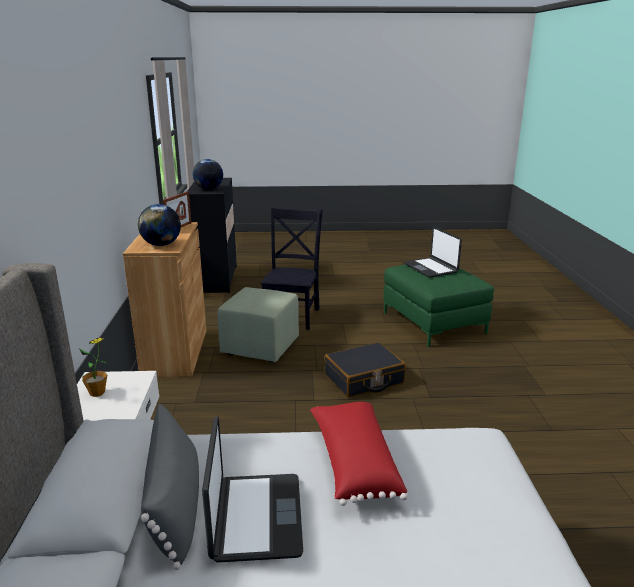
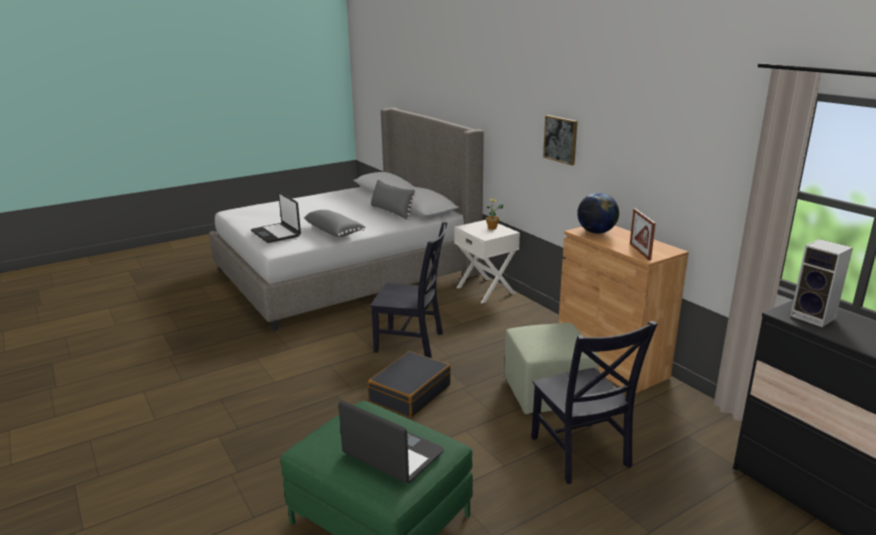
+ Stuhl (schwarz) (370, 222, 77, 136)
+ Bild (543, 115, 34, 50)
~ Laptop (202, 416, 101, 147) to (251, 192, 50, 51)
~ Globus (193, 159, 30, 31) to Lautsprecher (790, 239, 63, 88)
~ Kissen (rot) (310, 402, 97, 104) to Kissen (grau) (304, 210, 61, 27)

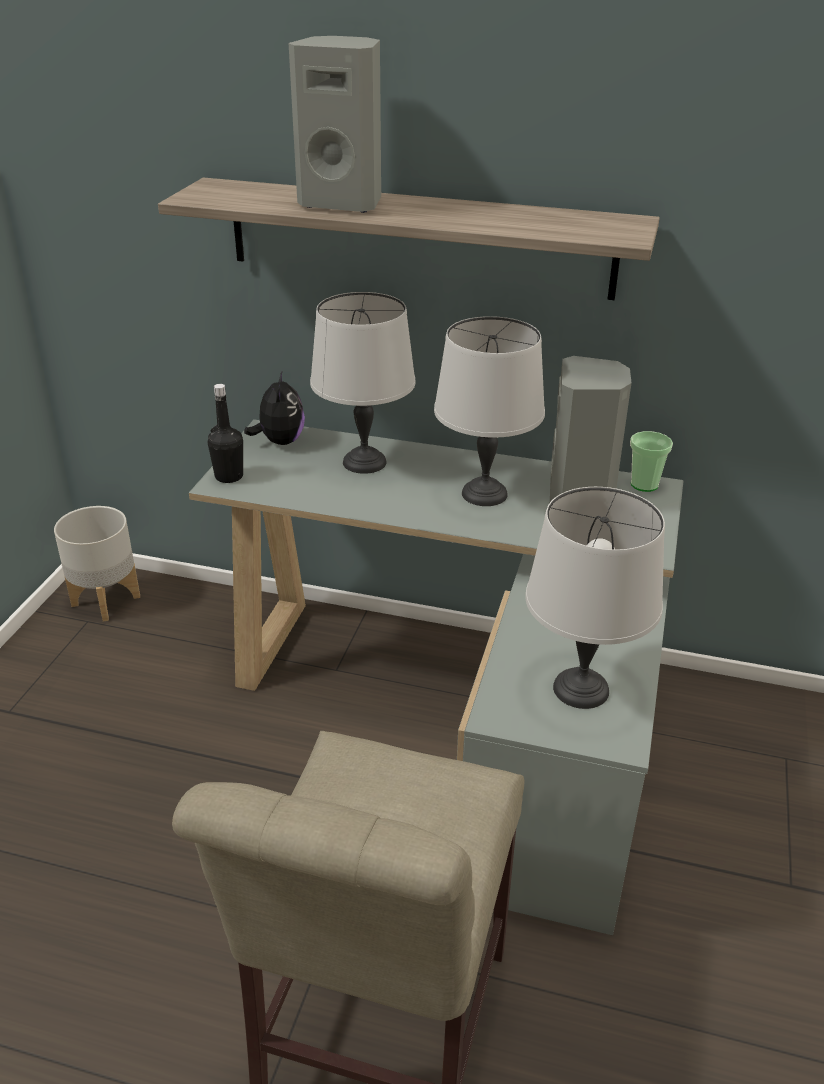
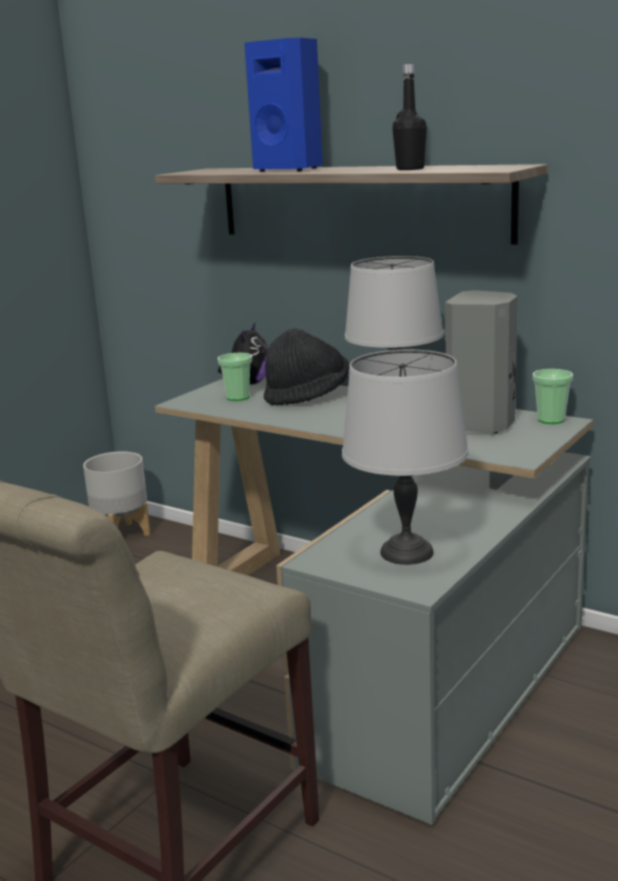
+ Tasse (218, 353, 34, 48)
~ Flasche (schwarz) (208, 384, 35, 99) to (392, 64, 35, 106)
~ Tischlampe (grau) (310, 292, 106, 182) to Hut (schwarz) (264, 328, 85, 78)
~ Lautsprecher (grau) (289, 36, 92, 177) to Lautsprecher (blau) (244, 38, 79, 134)

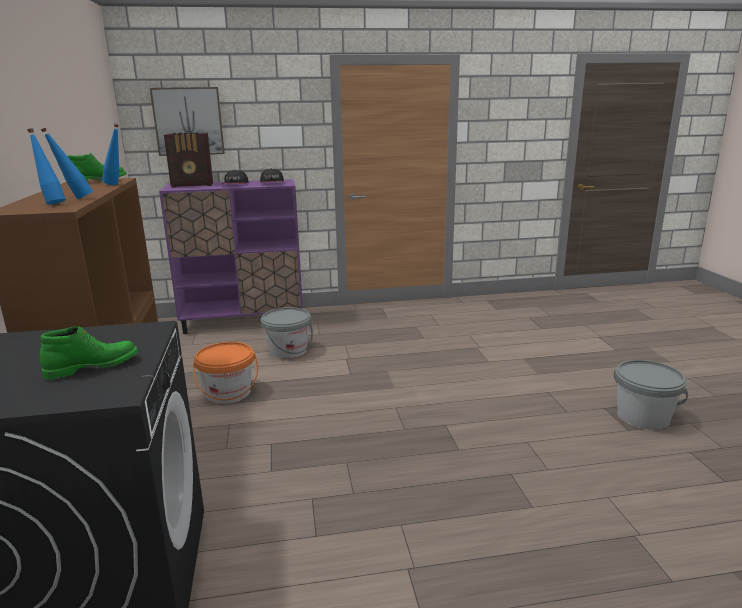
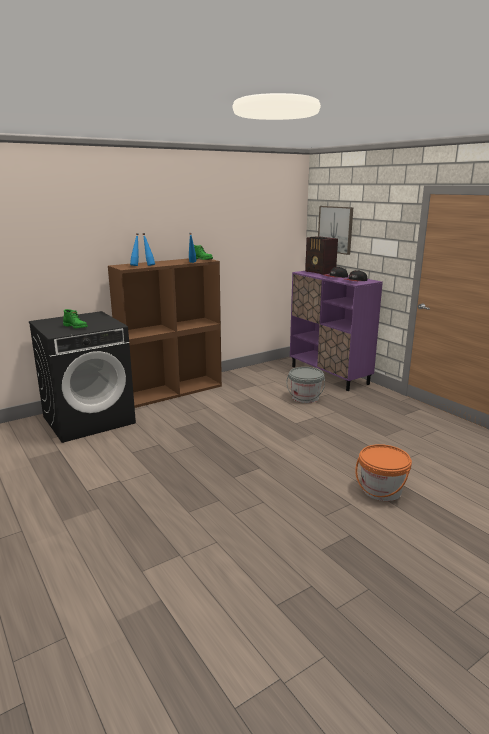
- Eimer (grau) (614, 360, 74, 70)
~ Eimer (orange) (193, 342, 65, 62) to (355, 444, 57, 57)

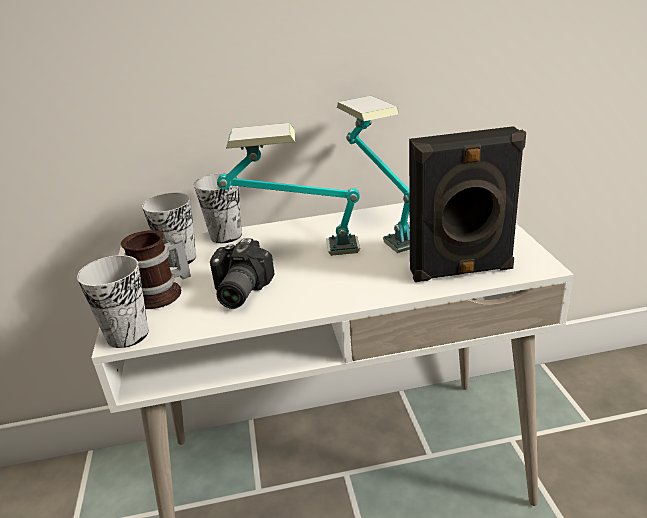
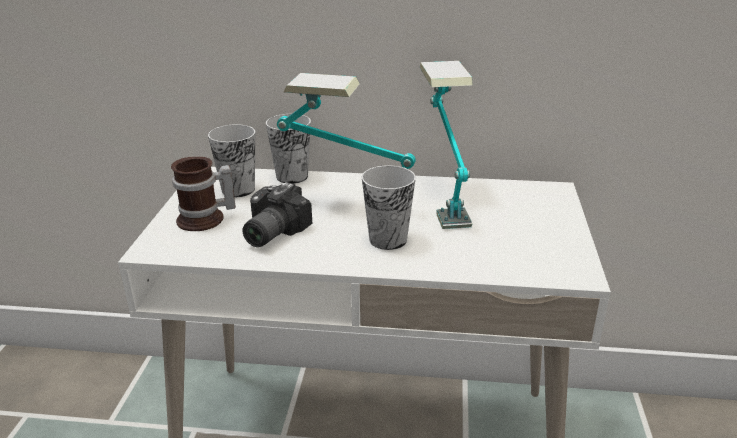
- Lautsprecher (schwarz) (409, 126, 117, 156)
~ Tasse (77, 255, 72, 93) to (362, 165, 54, 85)

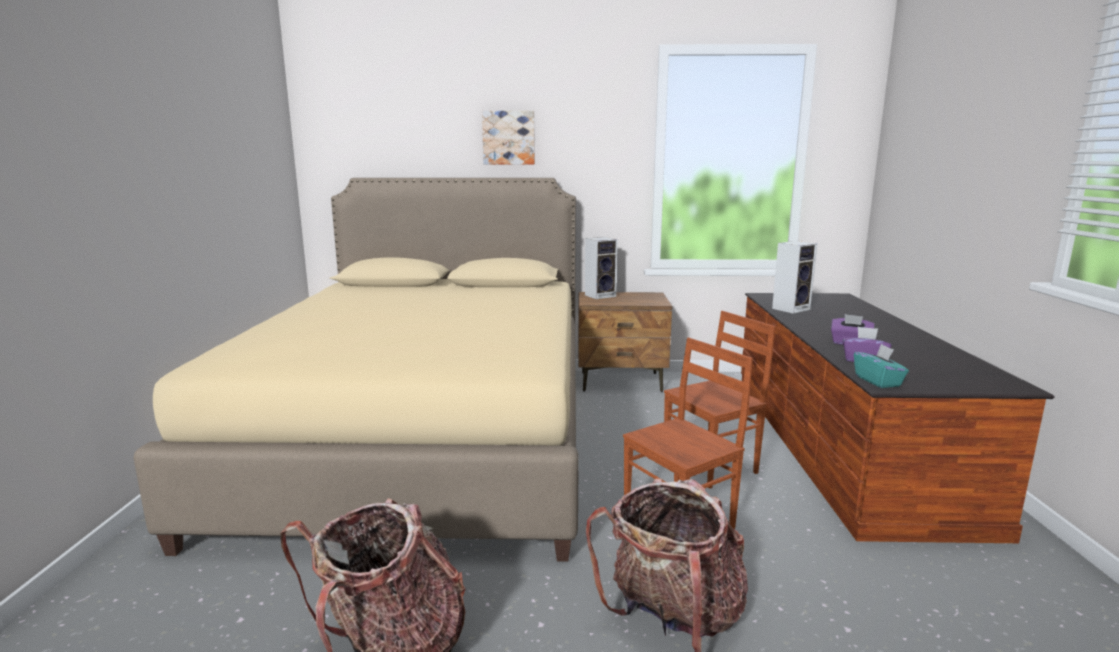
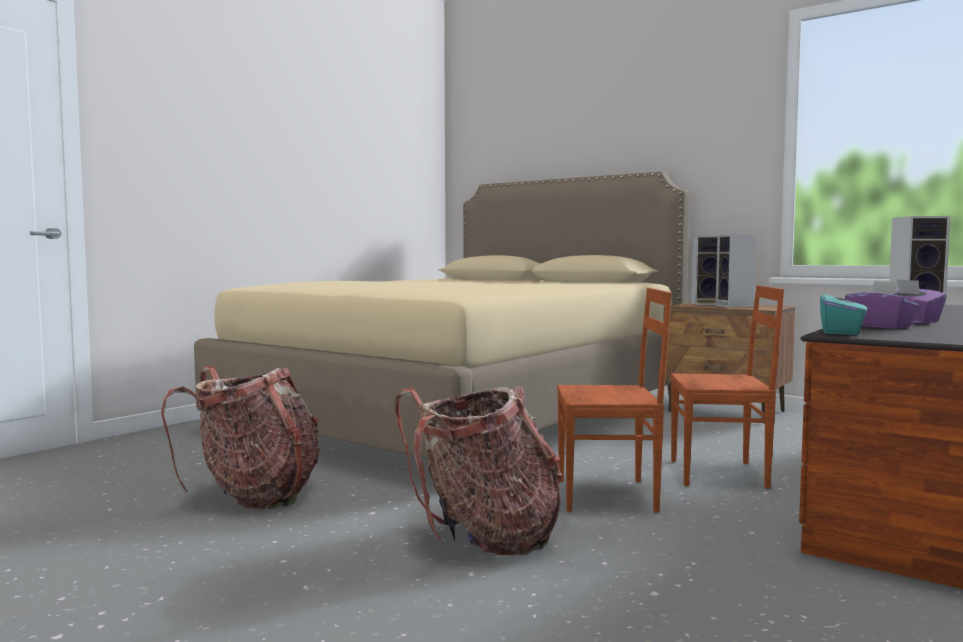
- Bild (482, 111, 53, 54)
+ Lautsprecher (716, 235, 40, 73)

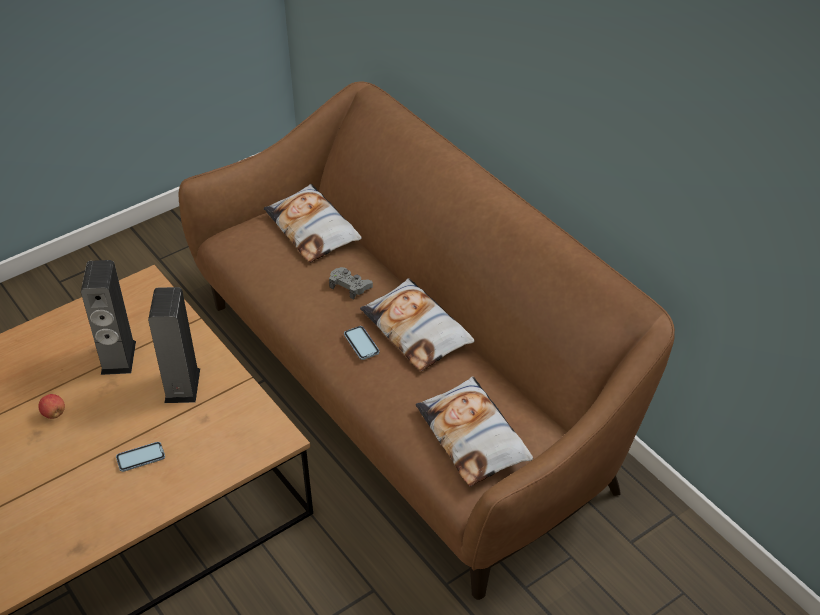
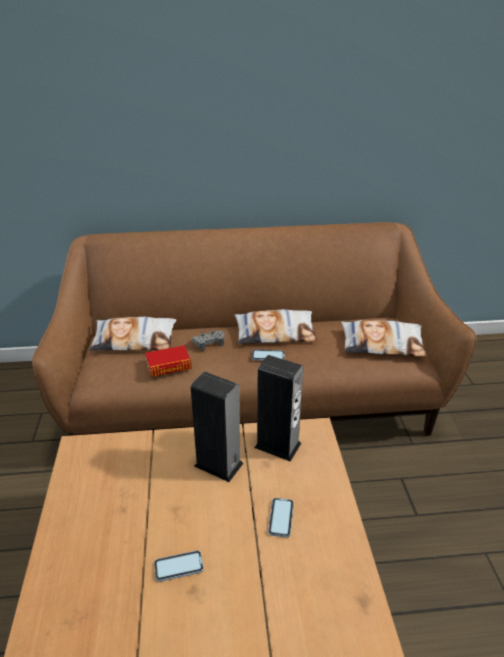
+ Buch (145, 345, 46, 32)
~ Lautsprecher (81, 260, 55, 115) to (254, 355, 49, 107)
~ Apfel (38, 394, 27, 25) to Handy (154, 550, 50, 32)

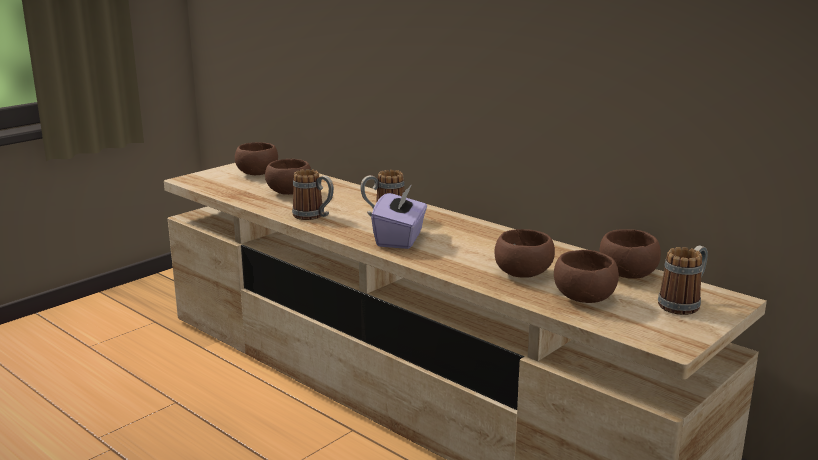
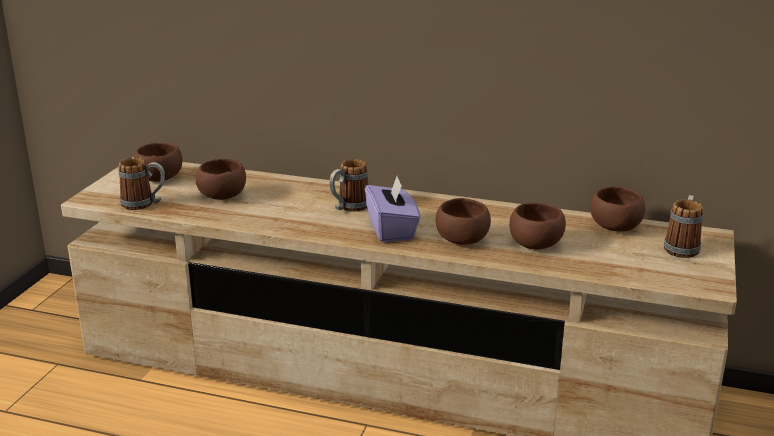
~ Henkelbecher (292, 169, 42, 51) to (119, 157, 46, 53)
~ Schüssel (braun) (554, 250, 65, 53) to (436, 198, 55, 47)

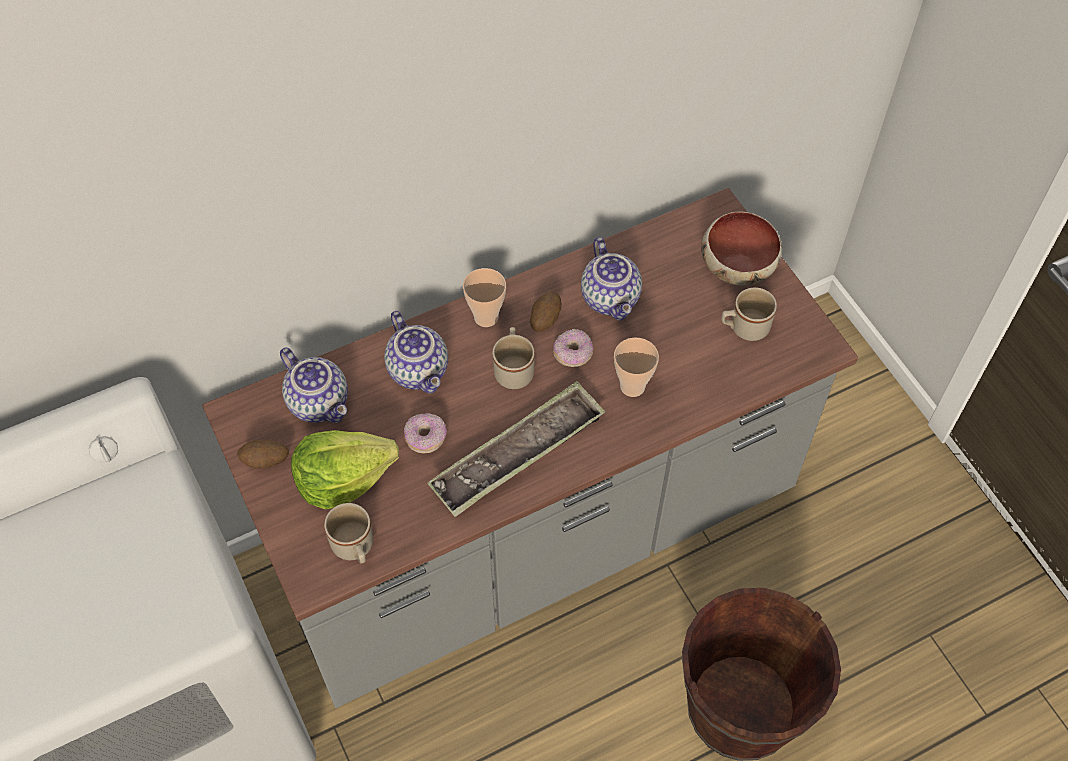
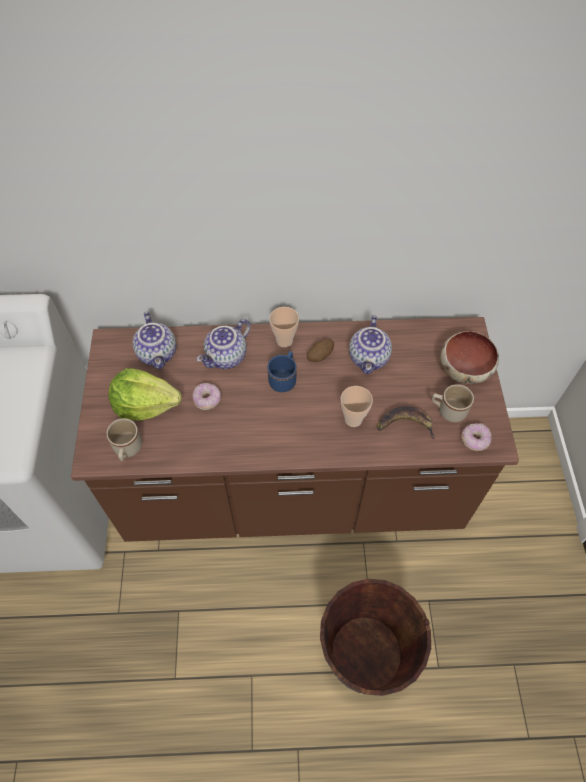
- Kartoffel (237, 440, 52, 29)
- Tablett (427, 381, 178, 136)
+ Banane (377, 406, 57, 33)
~ Donut (553, 329, 40, 38) to (461, 423, 31, 28)
~ Küchenzeile (grau) (202, 188, 656, 520) to Küchenzeile (braun) (71, 317, 448, 225)
~ Henkelbecher (beige) (492, 327, 43, 62) to Henkelbecher (blau) (267, 351, 30, 41)
~ Teekanne (384, 311, 64, 83) = (196, 319, 55, 50) 45 degrees clockwise

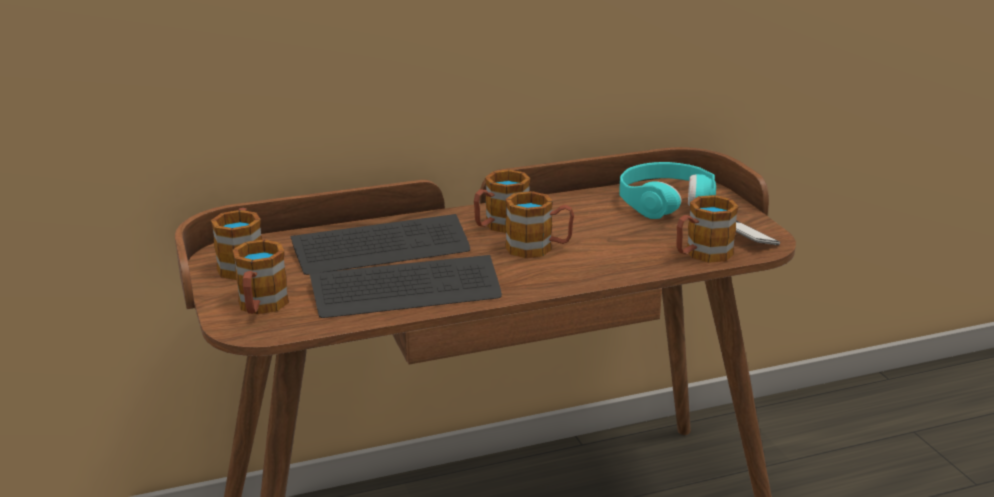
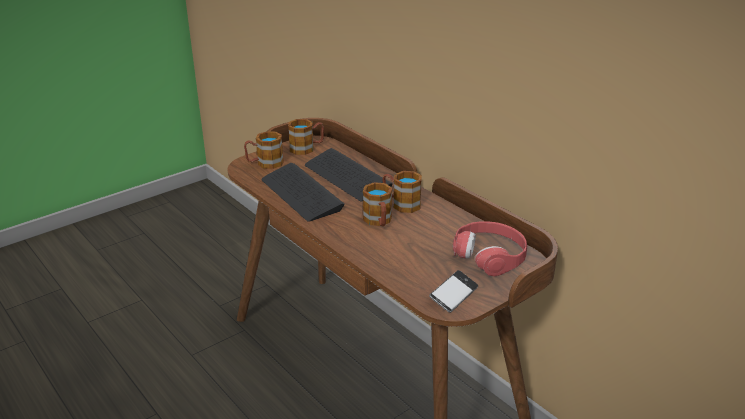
- Henkelbecher (676, 195, 63, 68)
~ Kopfhörer (türkis) (619, 162, 97, 57) to Kopfhörer (rot) (453, 221, 74, 55)

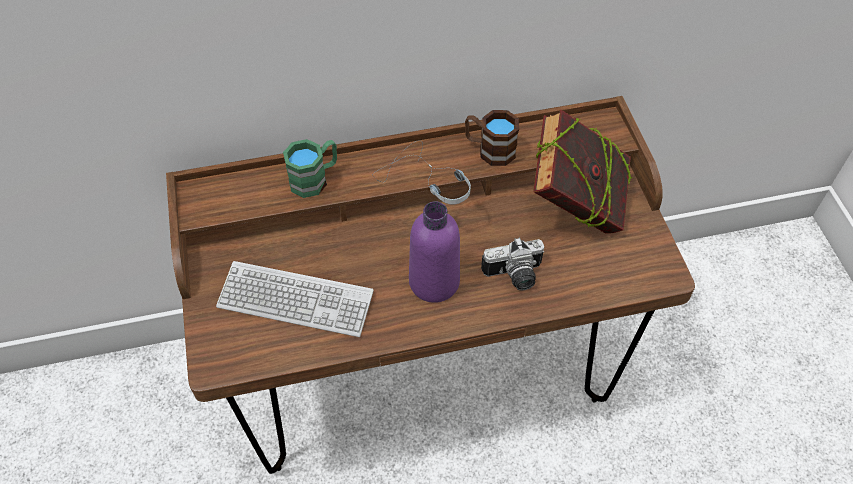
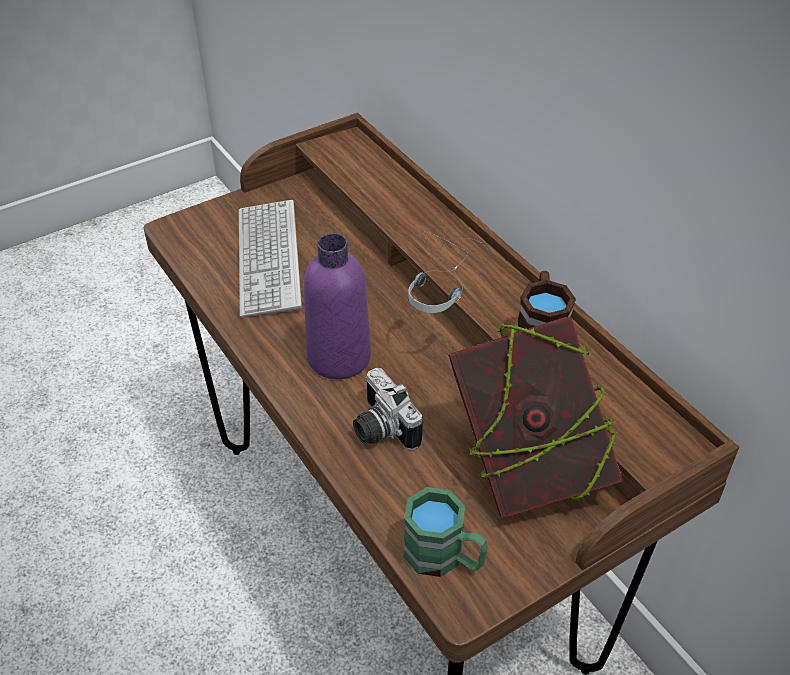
~ Henkelbecher (grün) (283, 139, 54, 59) to (404, 487, 84, 90)

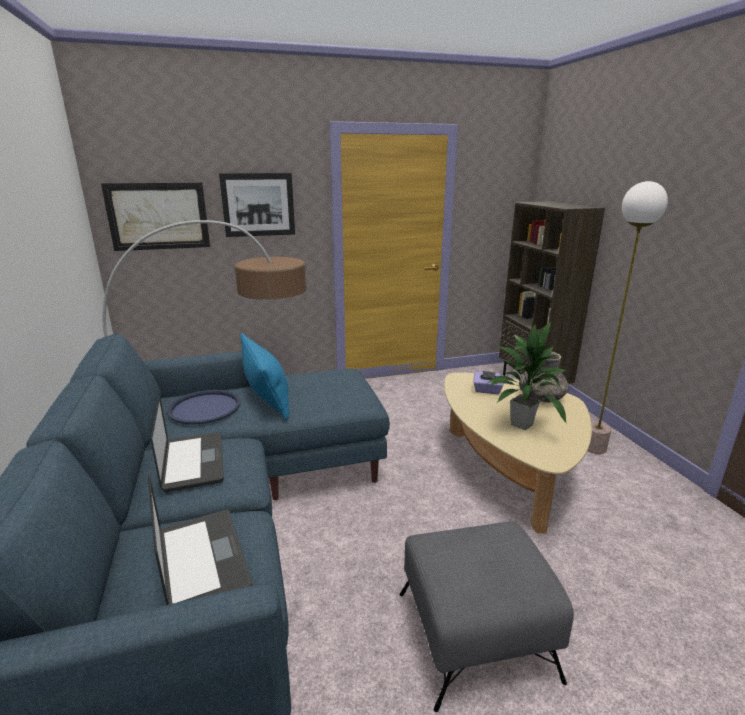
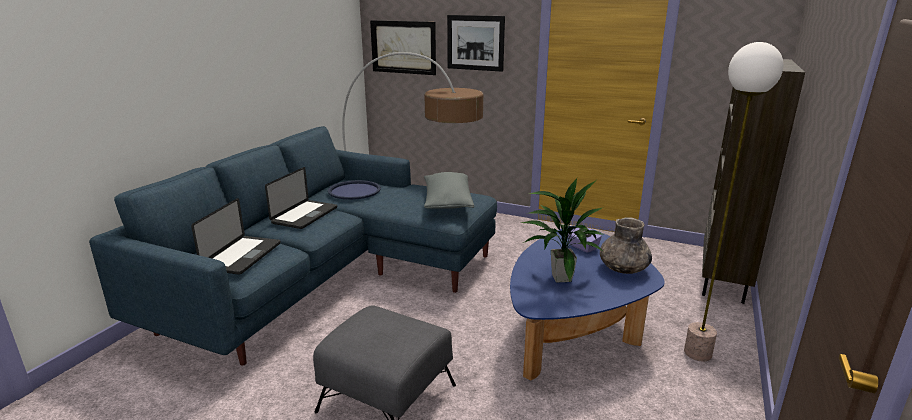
- Kissen (blau) (240, 333, 49, 87)
+ Kissen (grau) (424, 172, 50, 37)
~ Couchtisch (beige) (444, 373, 148, 161) to Couchtisch (blau) (510, 226, 155, 154)

